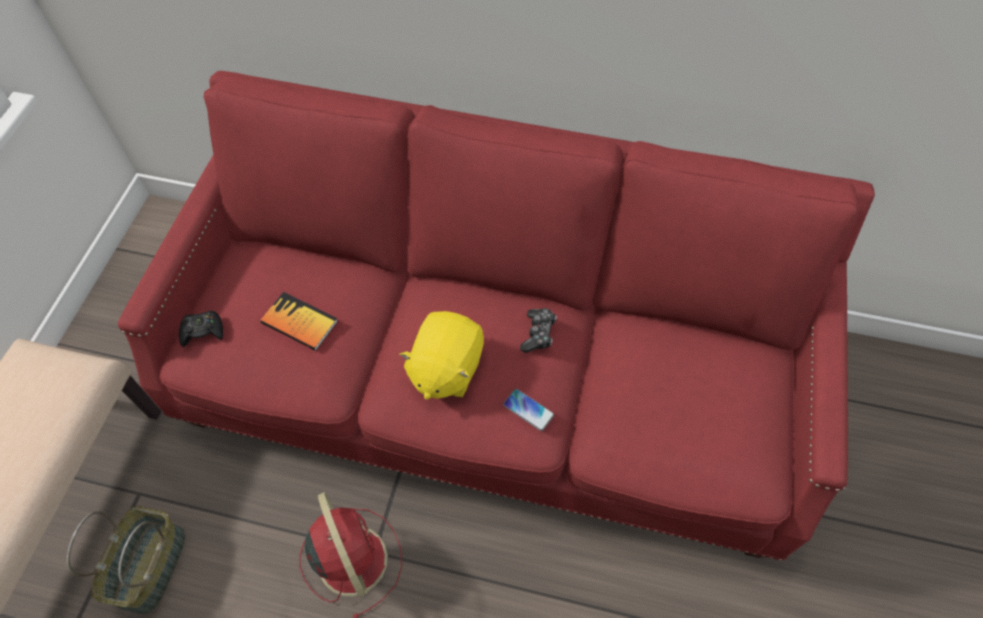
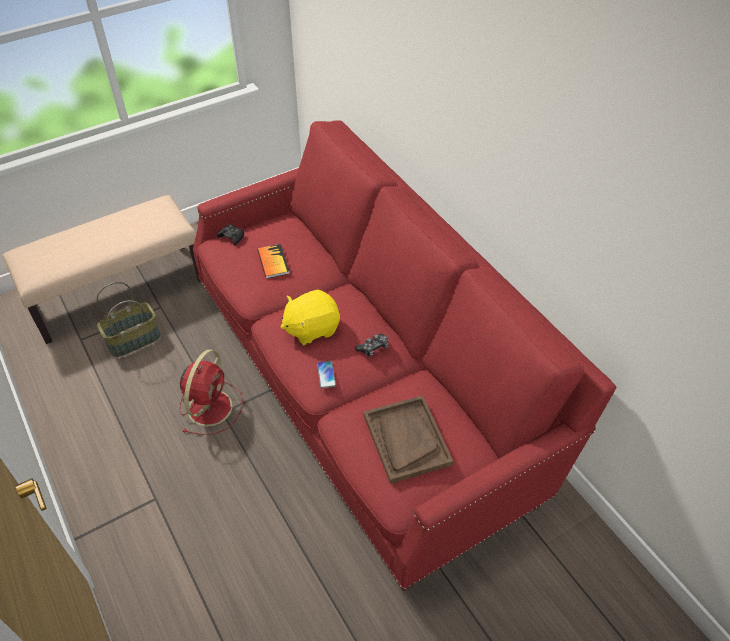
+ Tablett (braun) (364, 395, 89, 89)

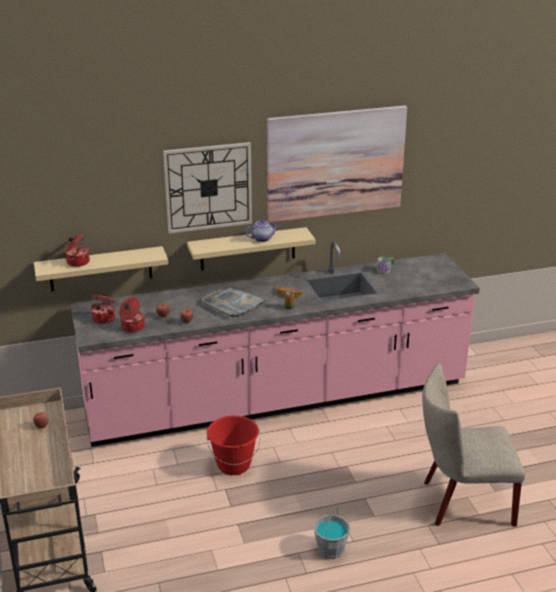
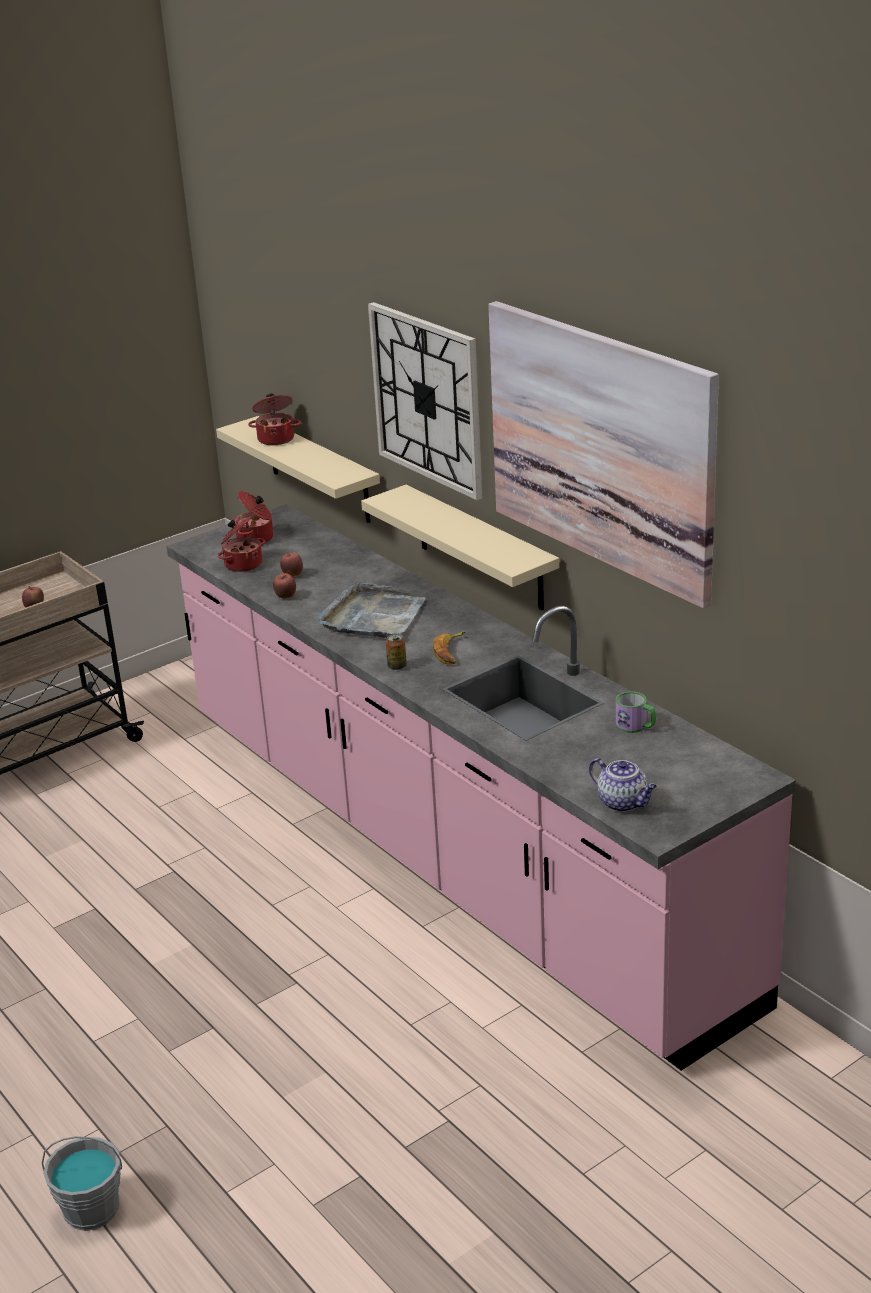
- Eimer (rot) (207, 415, 53, 60)
- Stuhl (beige) (422, 363, 103, 164)
~ Teekanne (246, 220, 32, 22) to (589, 758, 68, 54)
~ Eimer (grau) (314, 508, 37, 51) to (42, 1136, 80, 95)

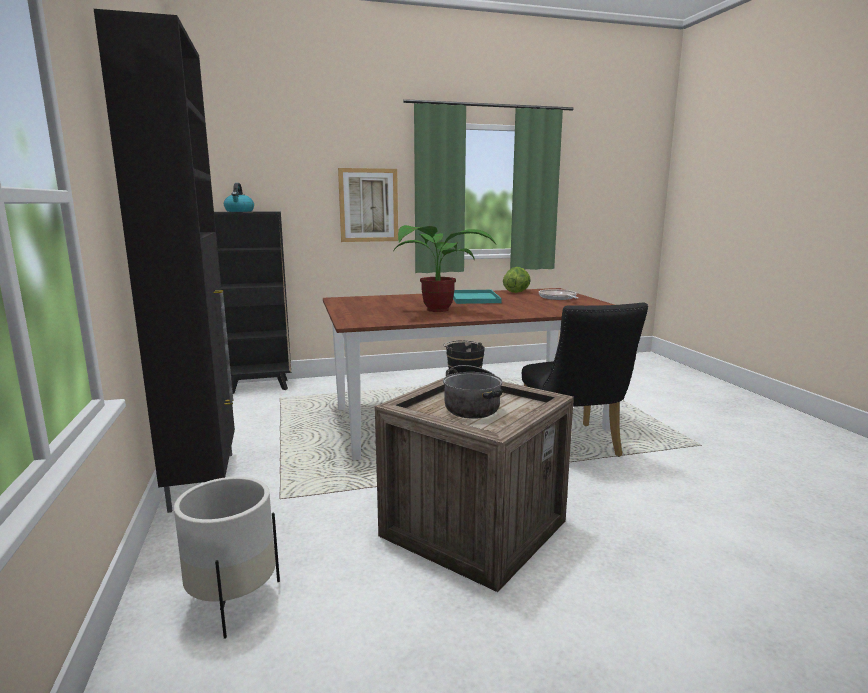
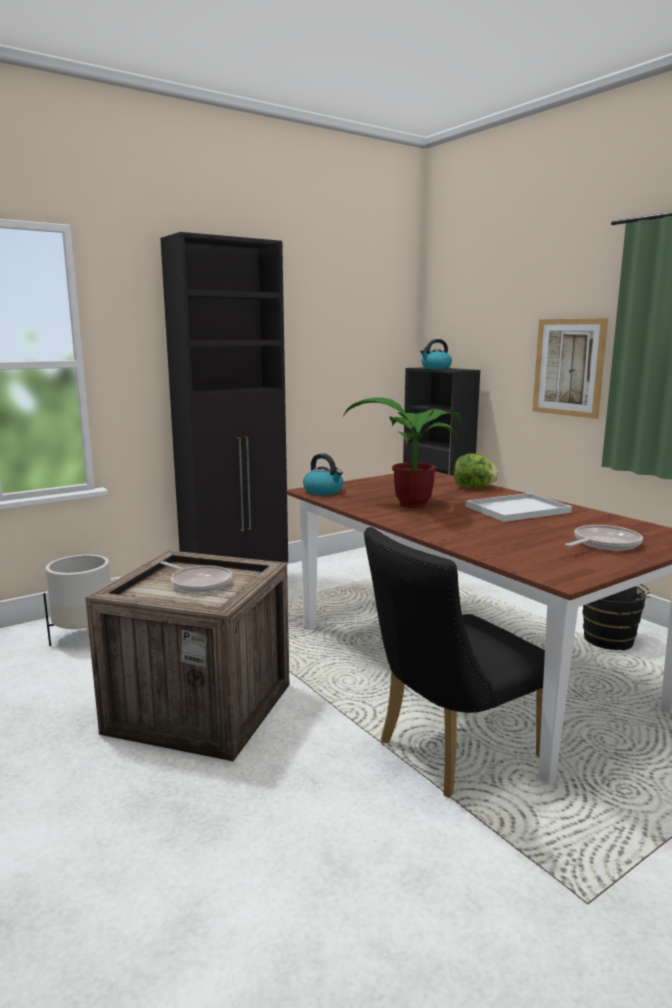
+ Wasserkessel (303, 453, 40, 42)
~ Salatkopf (503, 267, 28, 26) to (454, 453, 45, 35)
~ Kochtopf (443, 365, 59, 54) to Pfanne (160, 561, 72, 32)
~ Tablett (türkis) (453, 290, 49, 14) to Tablett (weiß) (465, 493, 107, 29)

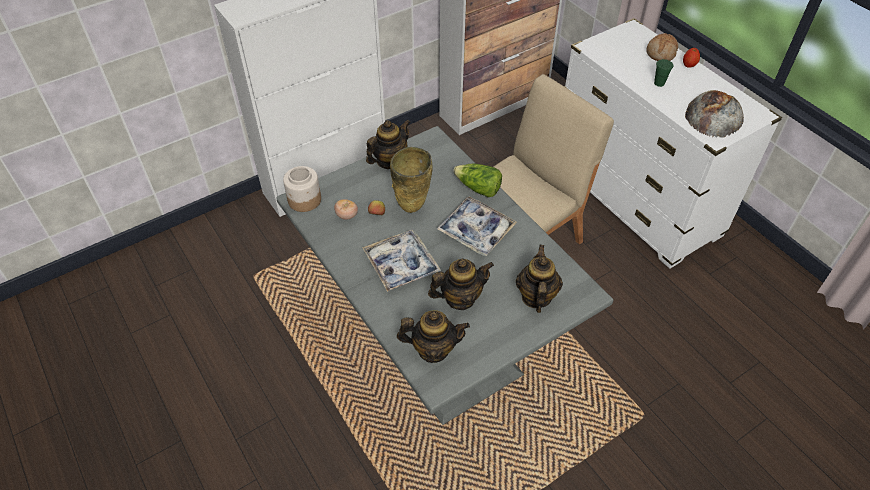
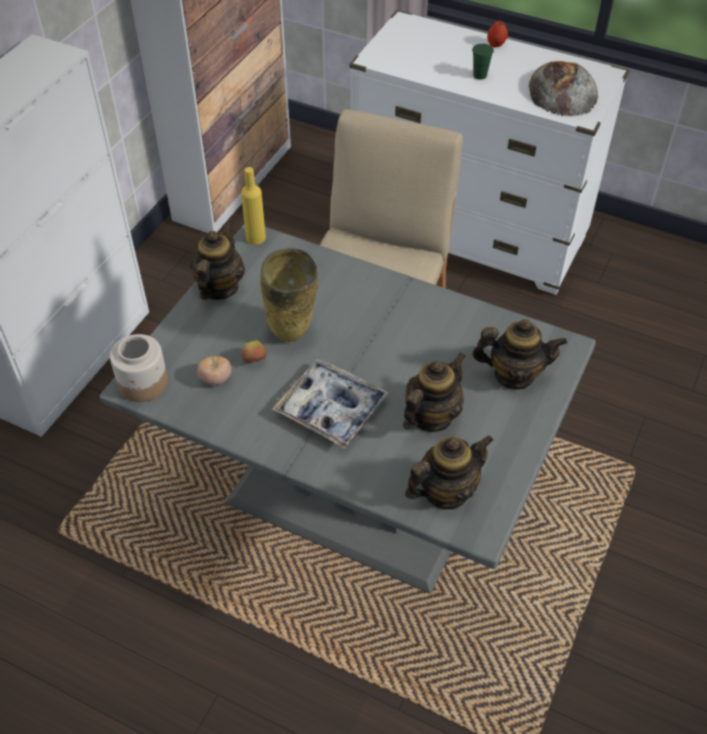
- Tablett (436, 196, 81, 60)
- Salatkopf (453, 164, 49, 33)
- Brot (646, 33, 32, 28)
+ Flasche (gelb) (241, 167, 25, 78)
~ Teekanne (516, 245, 47, 68) = (472, 319, 95, 71) 120 degrees clockwise

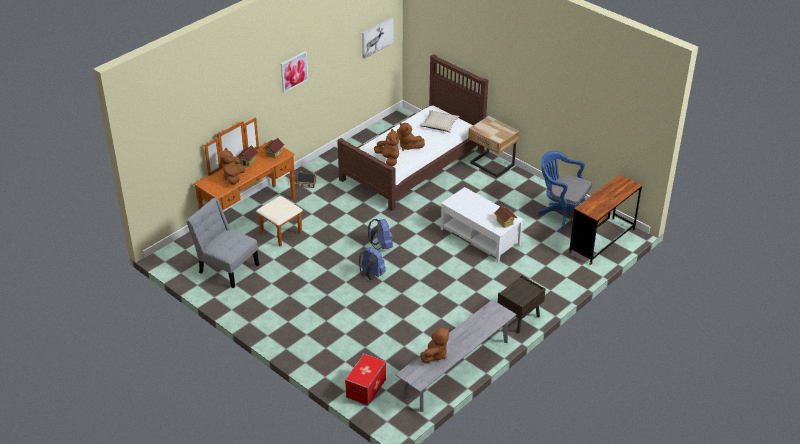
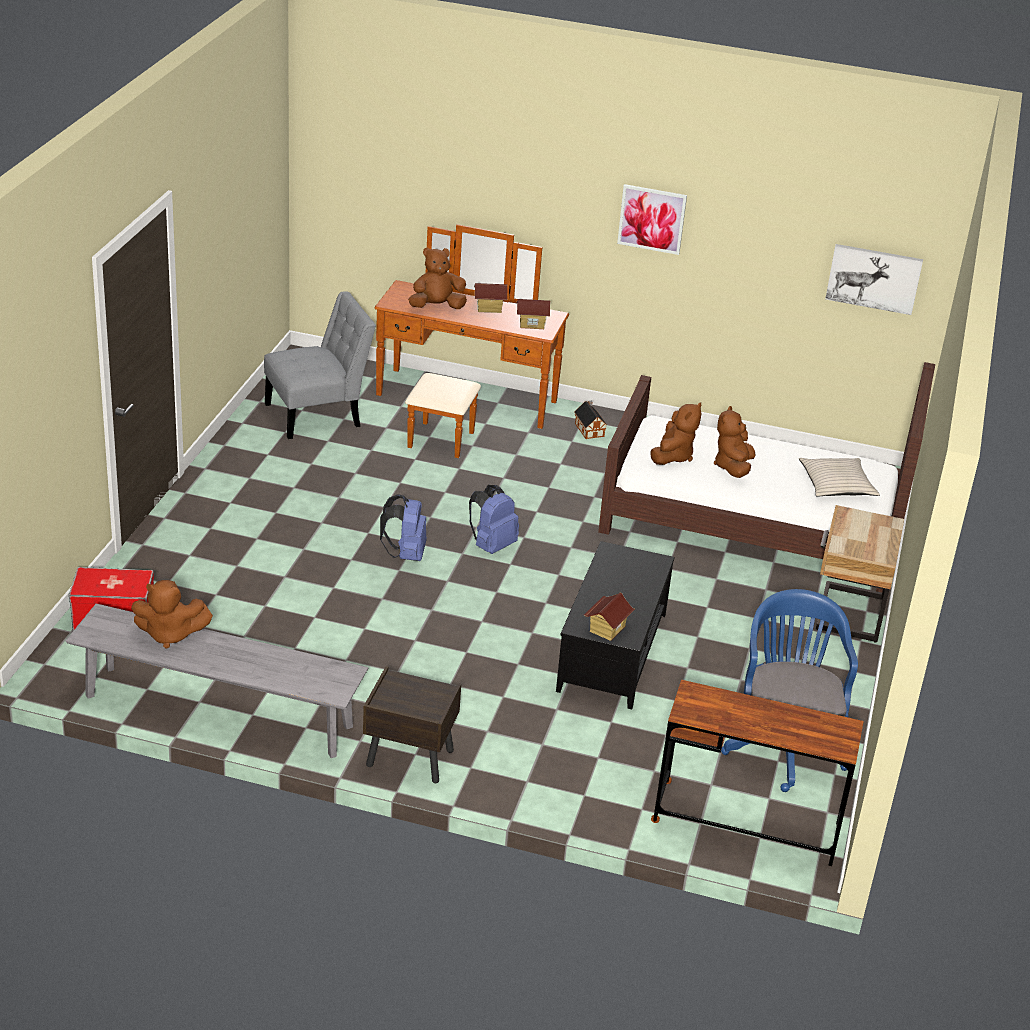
~ Couchtisch (weiß) (441, 187, 83, 76) to Couchtisch (schwarz) (556, 541, 119, 168)
~ Stuhl (grau) (186, 198, 73, 90) = (264, 291, 112, 148) 60 degrees clockwise

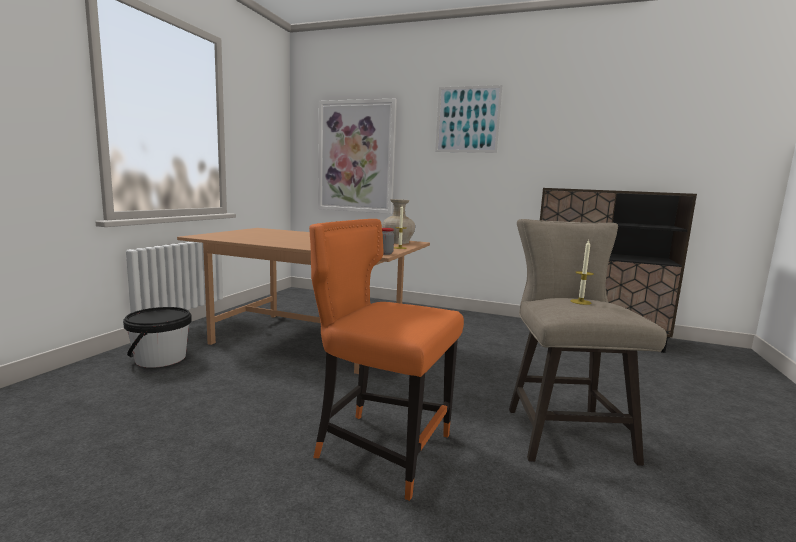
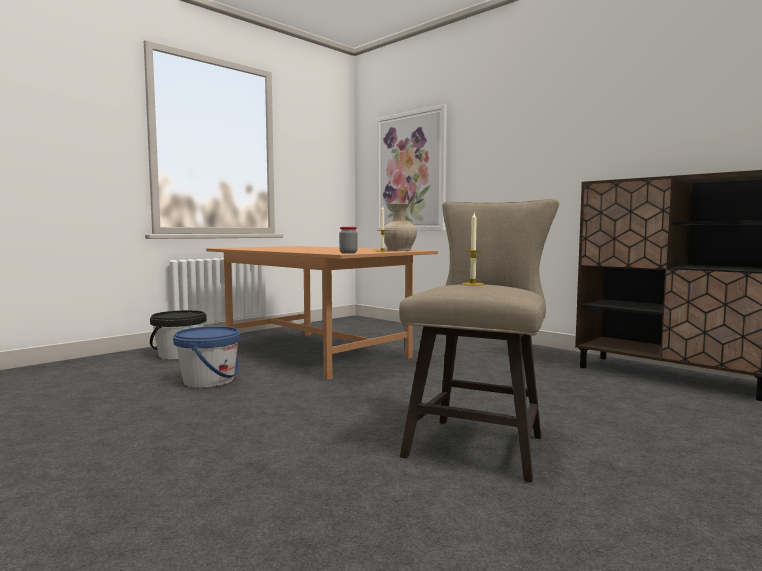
- Stuhl (orange) (309, 219, 155, 282)
- Bild (435, 85, 68, 68)
+ Eimer (blau) (173, 326, 68, 62)

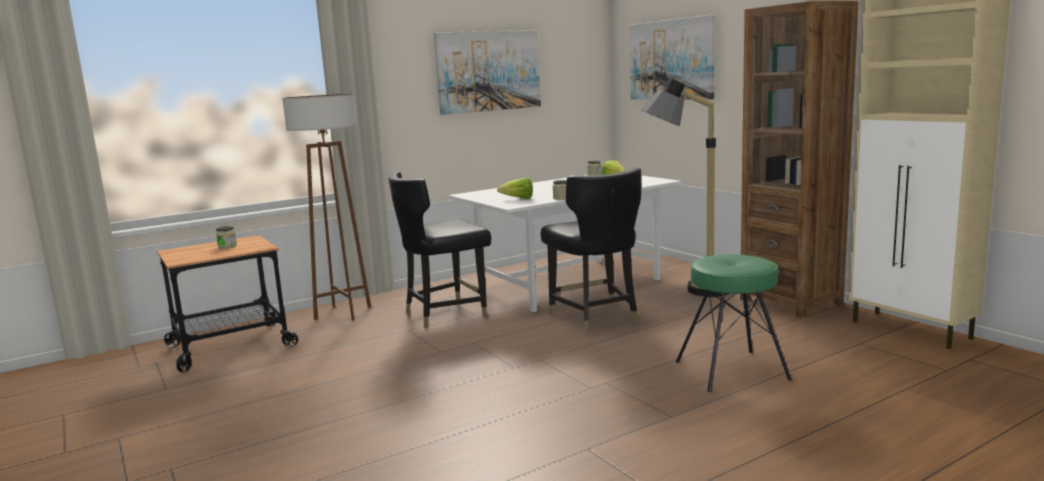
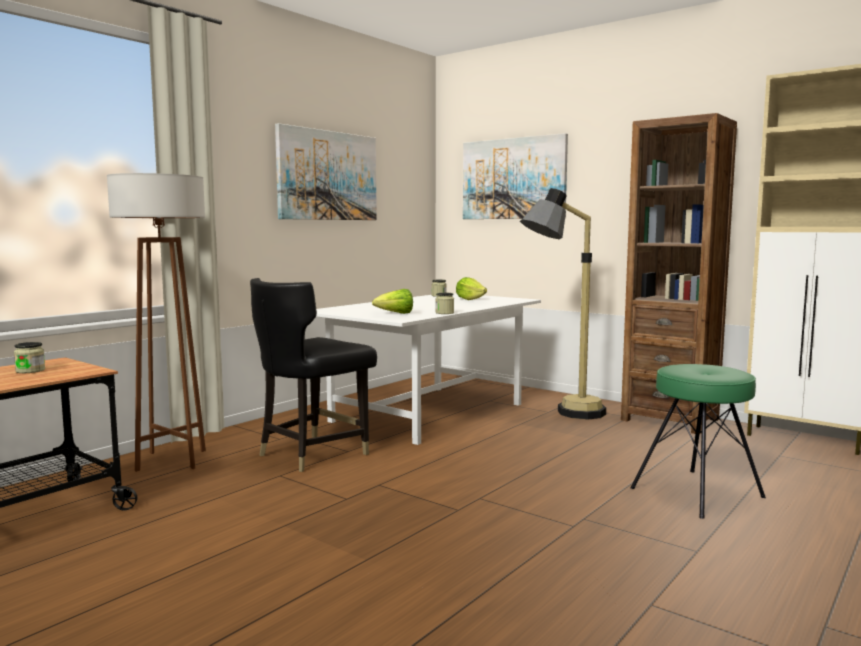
- Stuhl (schwarz) (541, 168, 100, 165)

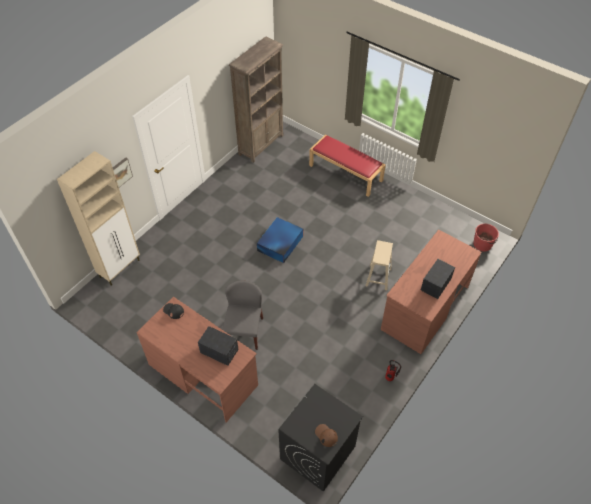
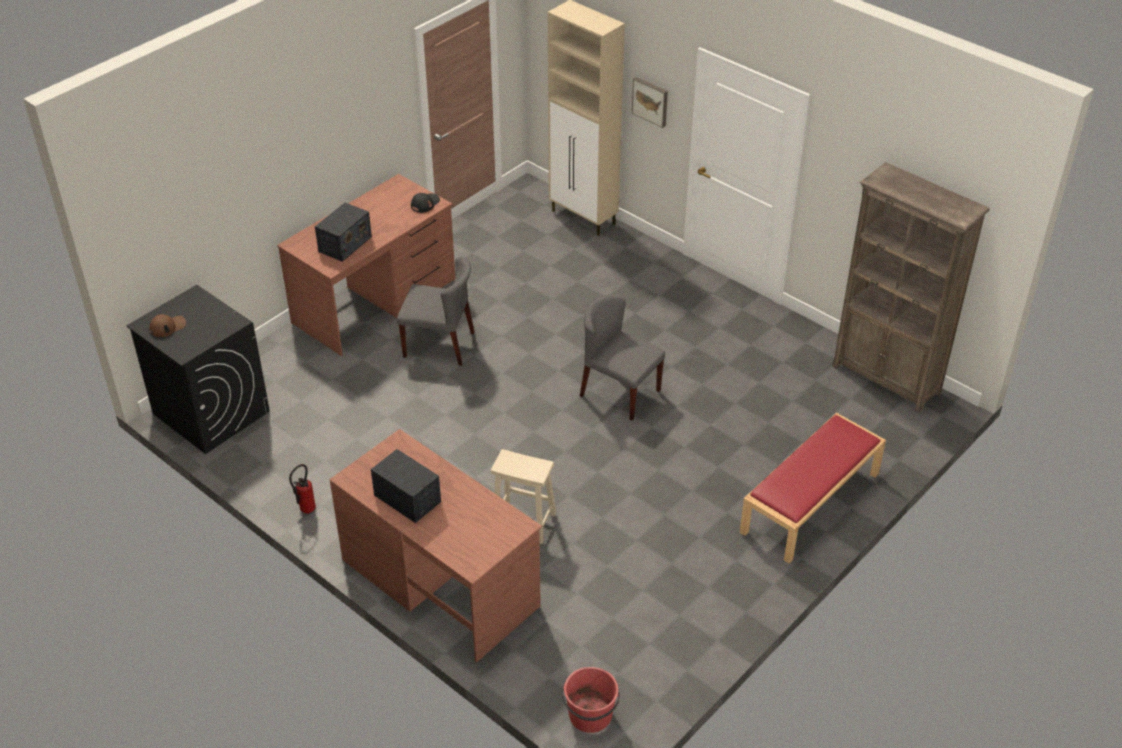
~ Aufbewahrungsbox (blau) (257, 217, 46, 46) to Stuhl (grau) (580, 294, 85, 126)

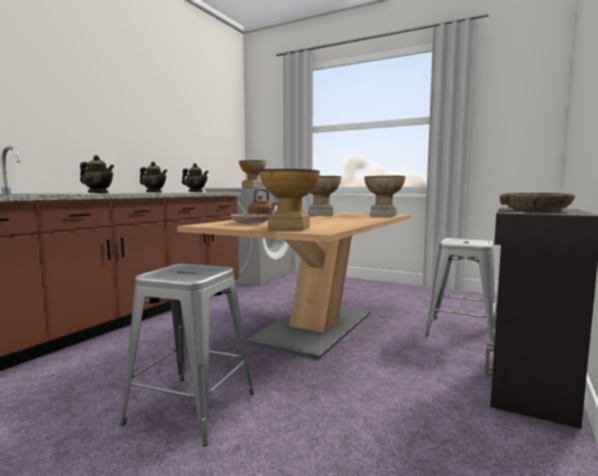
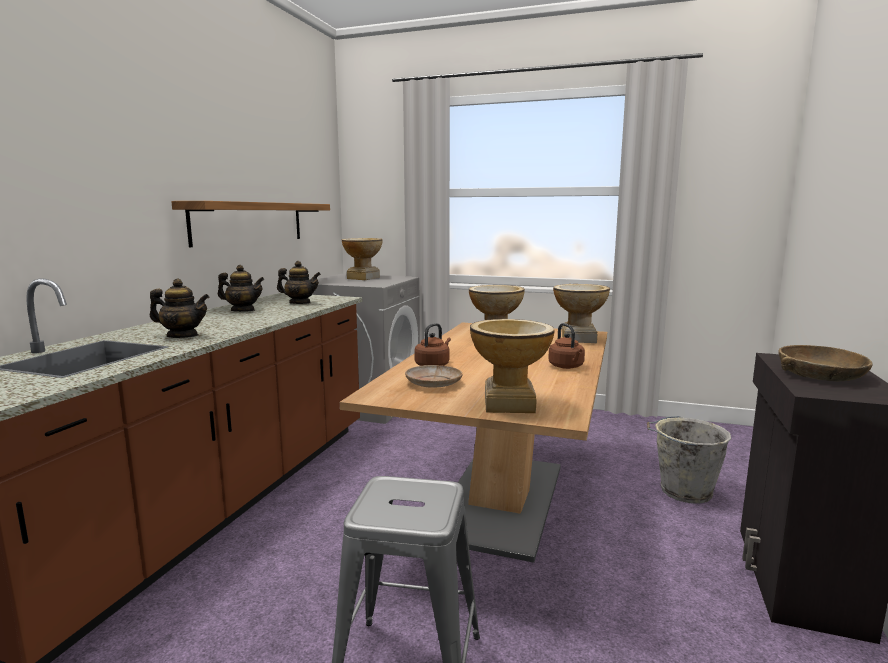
+ Wandregal (171, 201, 159, 46)
+ Wasserkessel (braun) (548, 323, 37, 46)
~ Hocker (grau) (425, 238, 71, 105) to Eimer (grau) (647, 416, 84, 88)

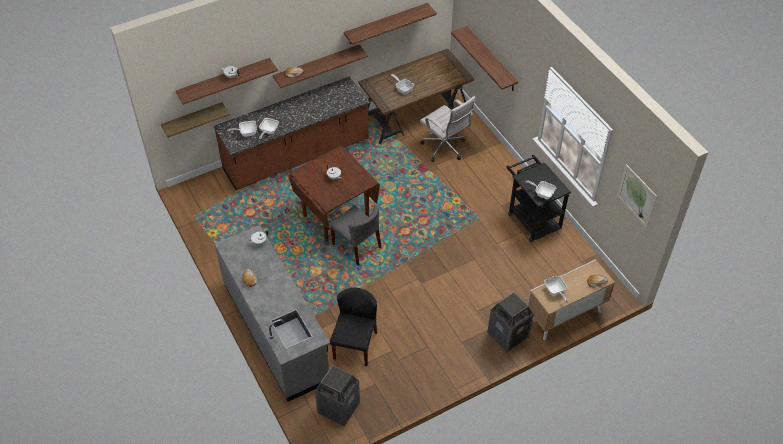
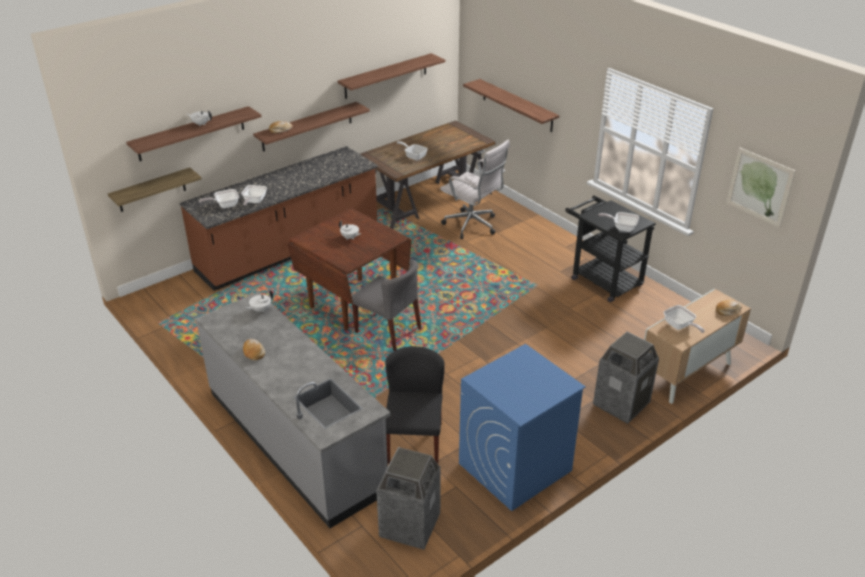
+ Waschmaschine (blau) (459, 344, 127, 167)

